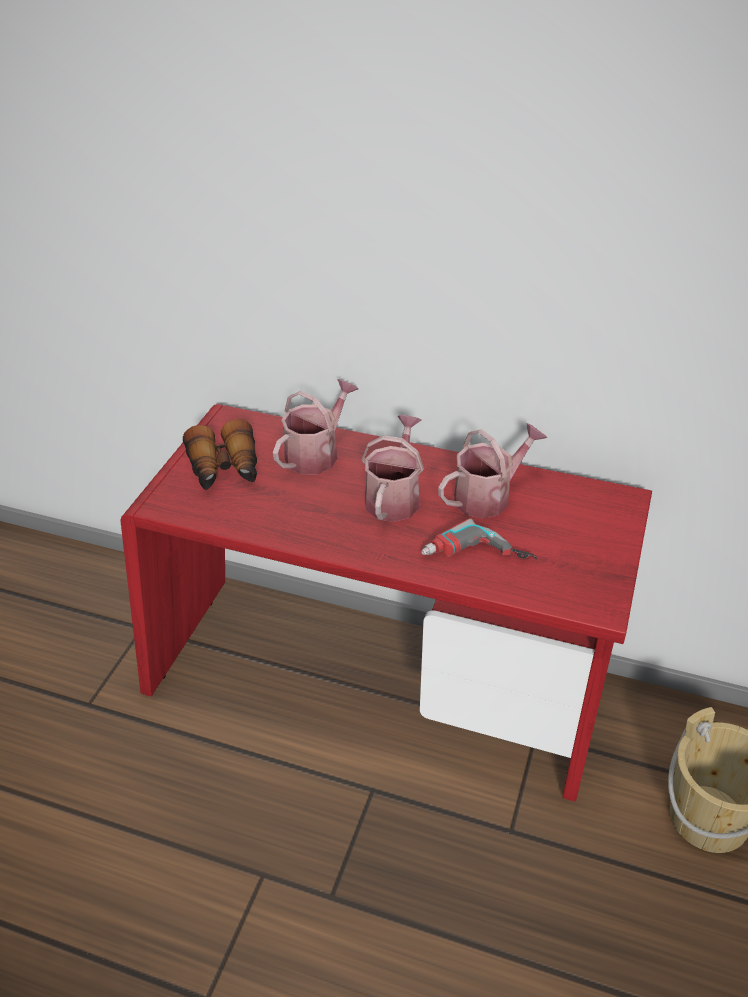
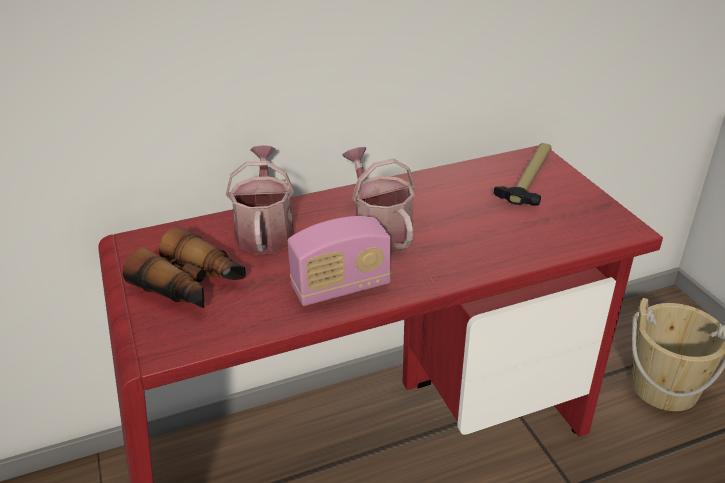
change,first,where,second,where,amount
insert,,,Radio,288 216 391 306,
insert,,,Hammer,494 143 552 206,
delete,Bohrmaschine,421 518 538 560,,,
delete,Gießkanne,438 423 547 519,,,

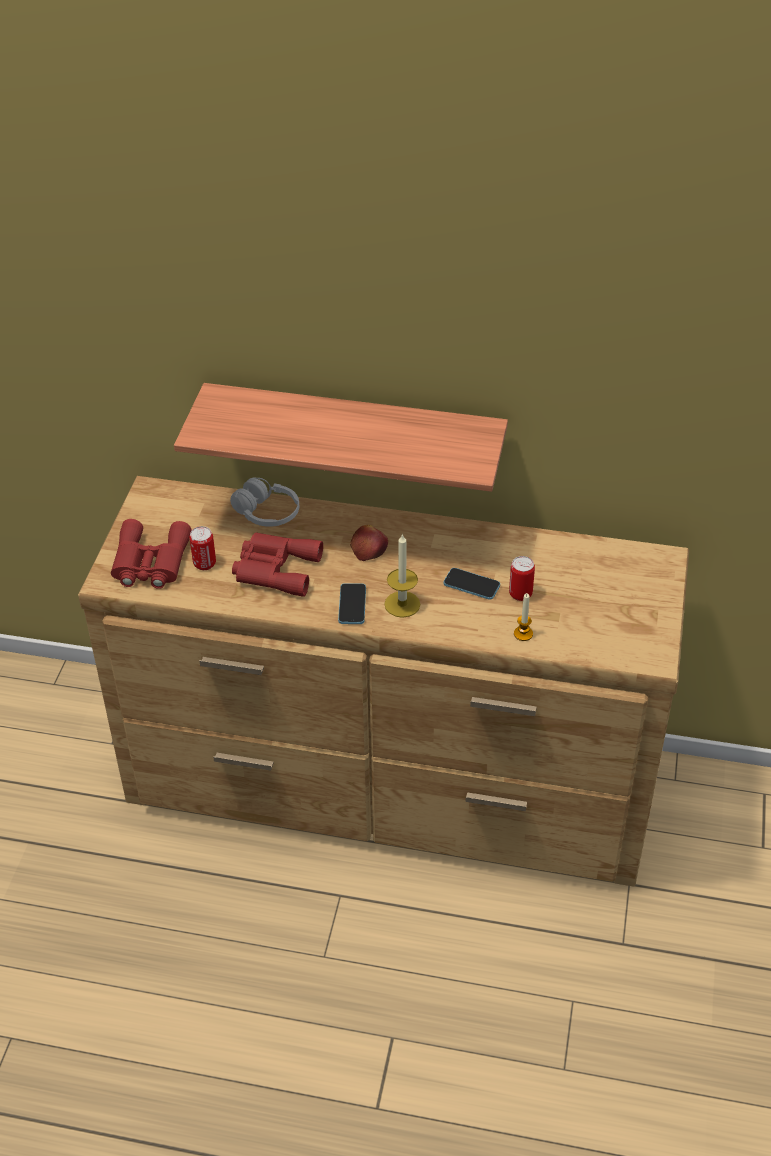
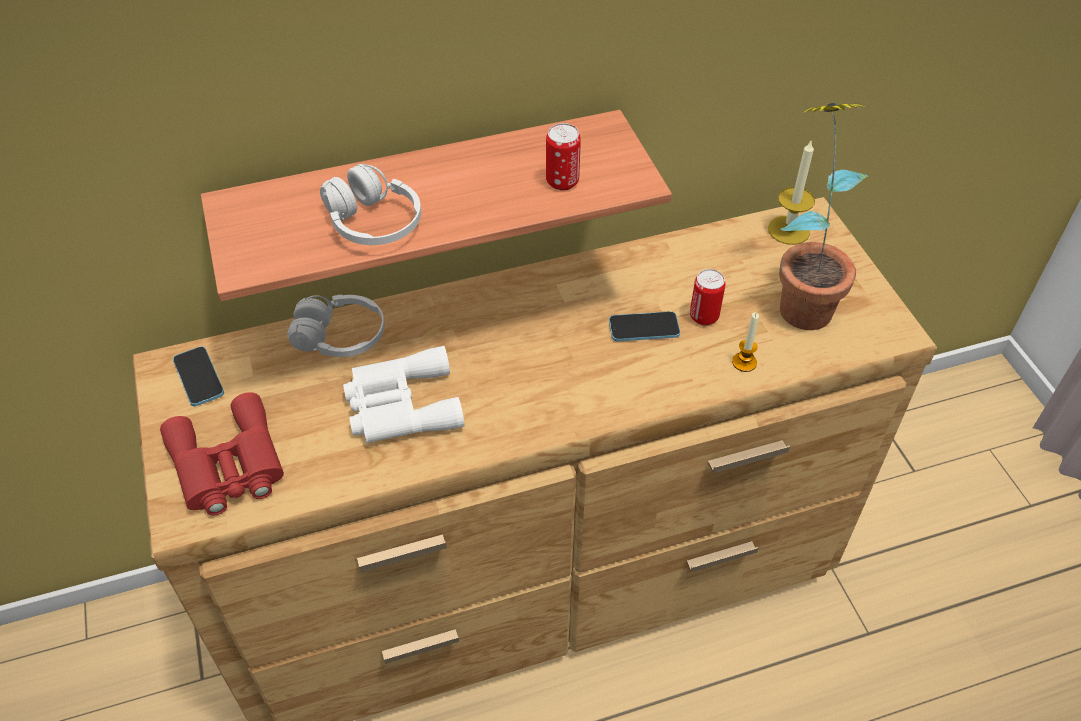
change,first,where,second,where,amount
move,Handy,338 583 366 624,,173 346 224 406,
insert,,,Kopfhörer (weiß),320 164 421 245,
recolor,Fernglas (rot),232 532 323 597,Fernglas (weiß),343 346 464 443,
move,Dose,190 526 216 570,,546 123 581 191,
move,Kerze,384 533 420 618,,768 139 815 245,
insert,,,Topfpflanze,779 103 868 330,
delete,Apfel,350 525 388 561,,,

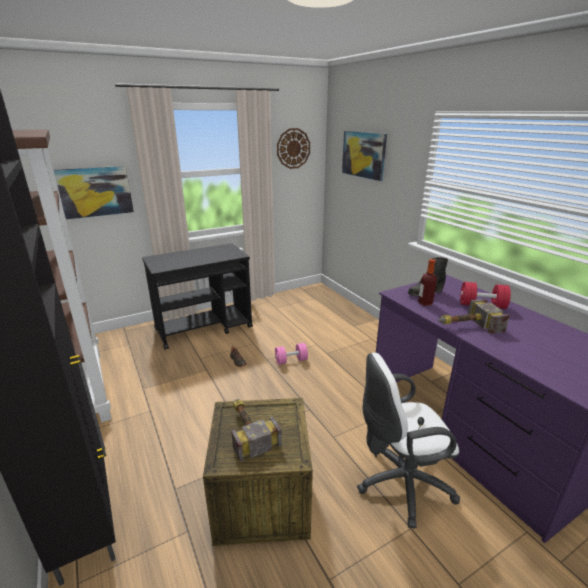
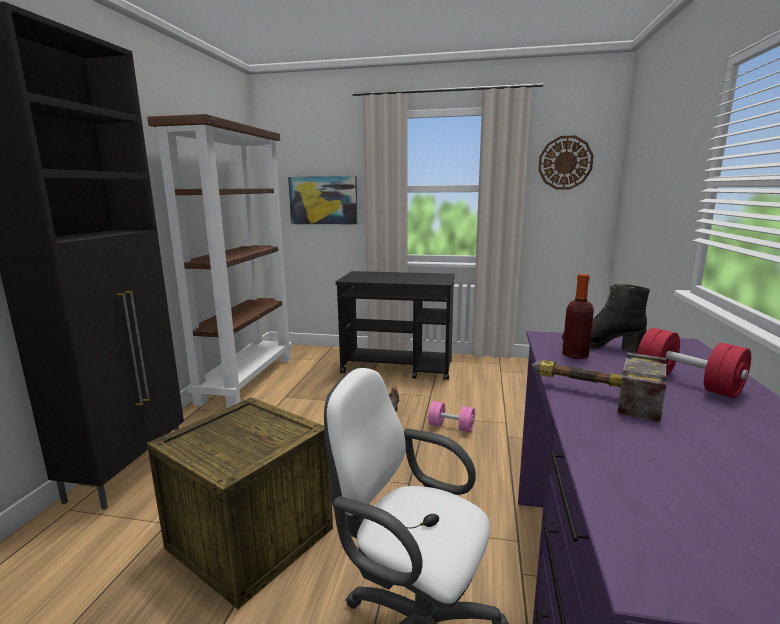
change,first,where,second,where,amount
delete,Hammer,231 399 282 462,,,
delete,Bild,342 131 387 181,,,

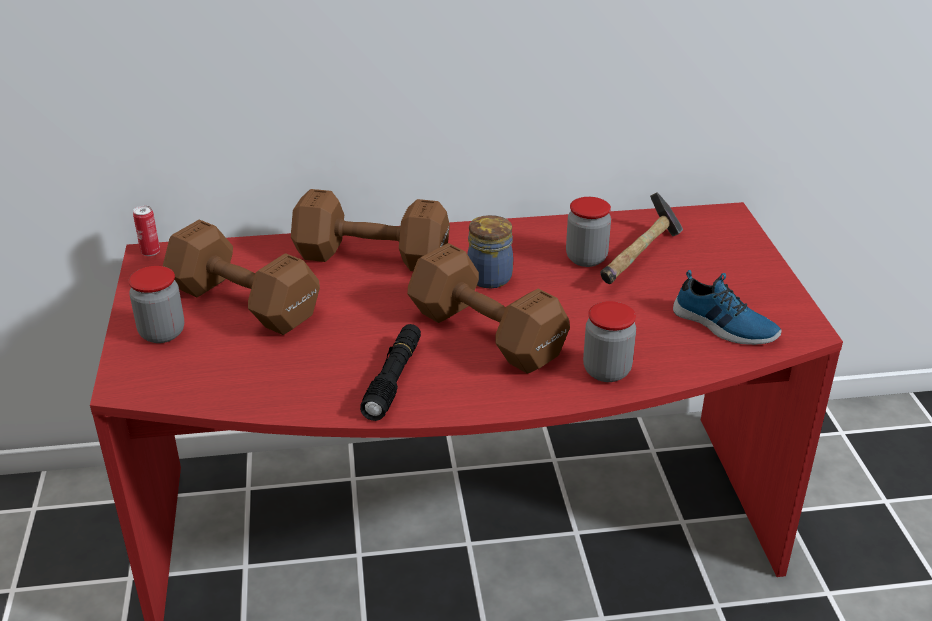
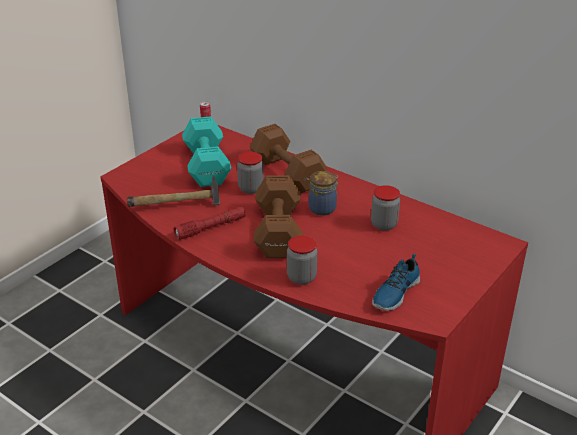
change,first,where,second,where,amount
move,Hammer,600 192 683 284,,127 175 220 207,
recolor,Taschenlampe (schwarz),360 324 421 421,Taschenlampe (rot),173 207 246 240,
recolor,Hantel (braun),163 220 320 335,Hantel (türkis),182 116 231 187,
move,Vorratsglas,129 266 184 343,,237 152 264 194,
rotate,Schuh,673 270 782 345,,372 254 420 311,45 degrees clockwise

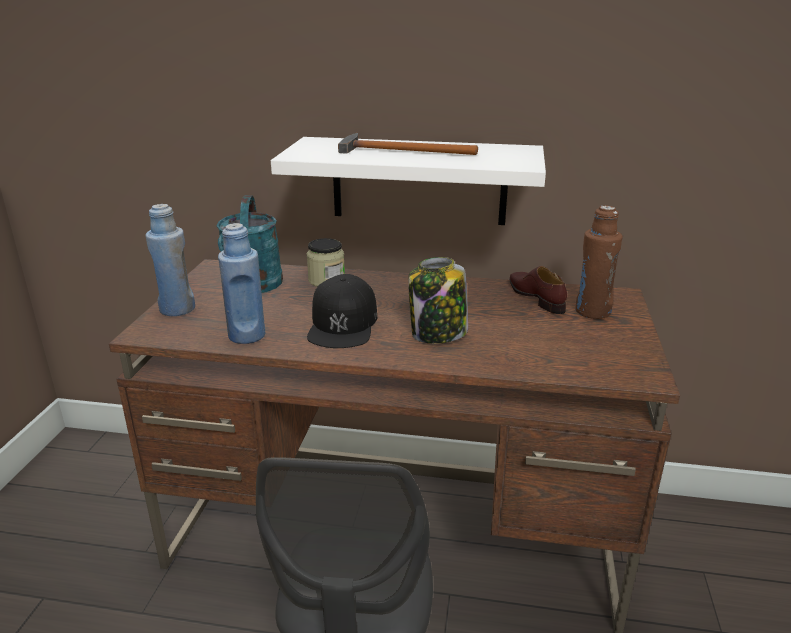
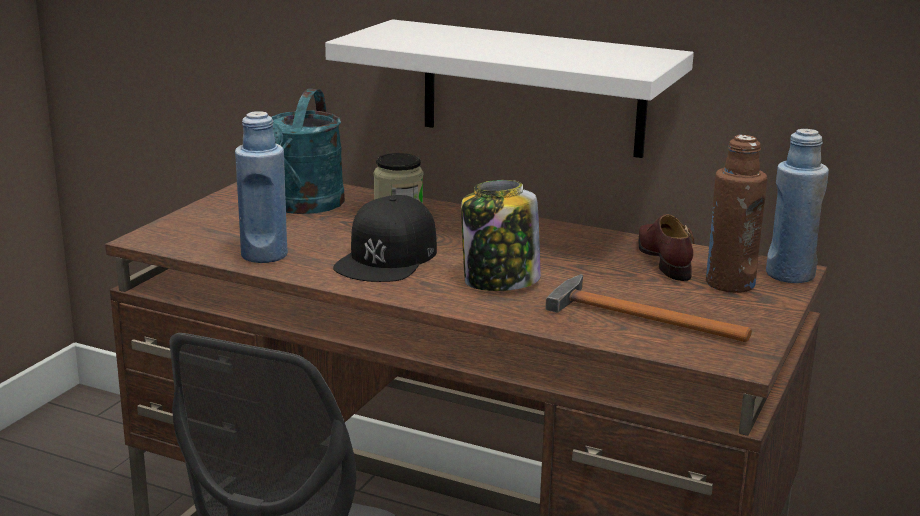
change,first,where,second,where,amount
move,Hammer,338 133 478 155,,545 274 752 342,
move,Flasche (blau),145 204 195 316,,766 129 829 283,

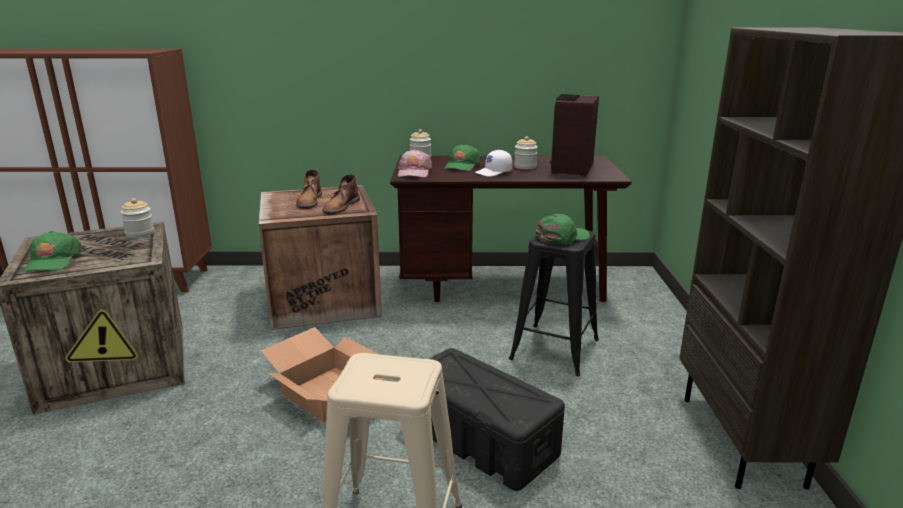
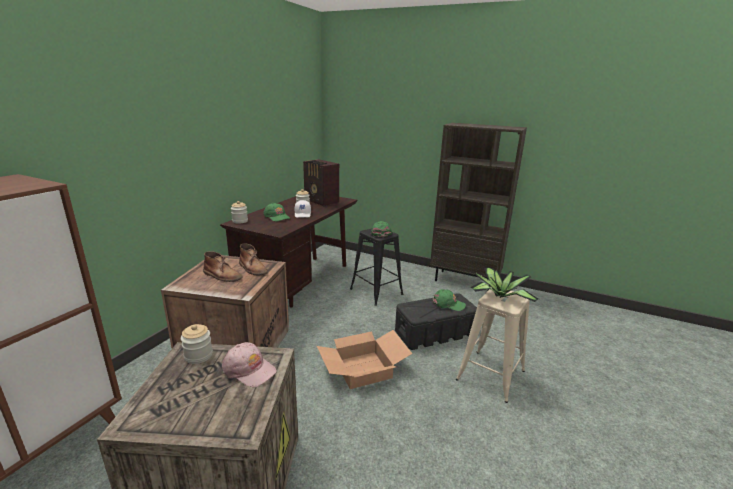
change,first,where,second,where,amount
move,Kappe (rosa),398 149 432 177,,222 342 277 387,
move,Kappe (grün),24 231 81 272,,432 289 466 311,
insert,,,Topfpflanze,470 268 538 302,

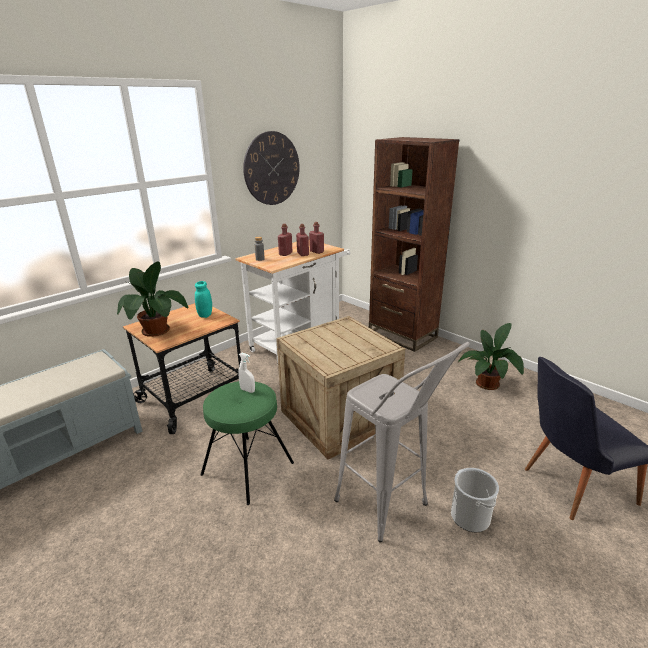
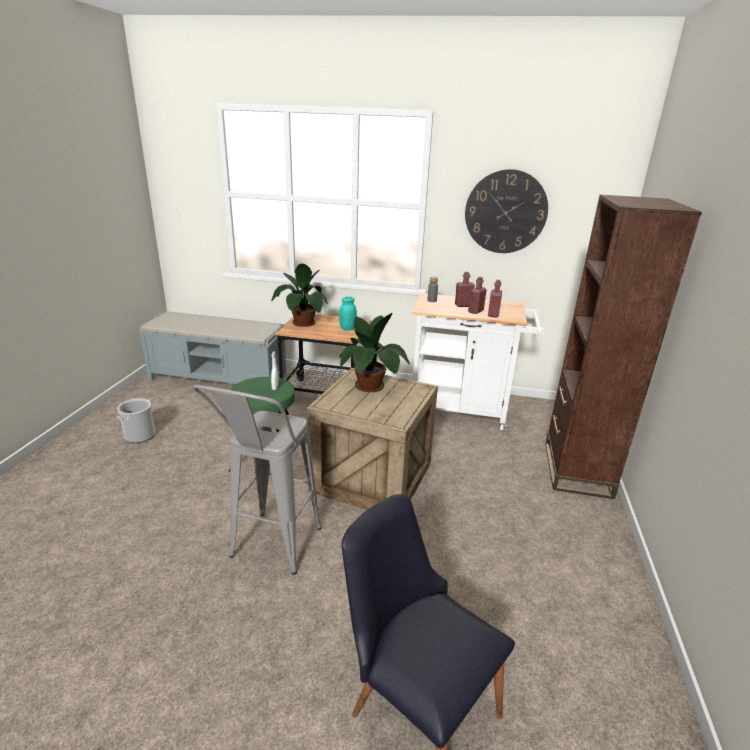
change,first,where,second,where,amount
move,Eimer,451 468 499 532,,117 399 155 443,
move,Topfpflanze,458 323 524 390,,339 313 410 392,

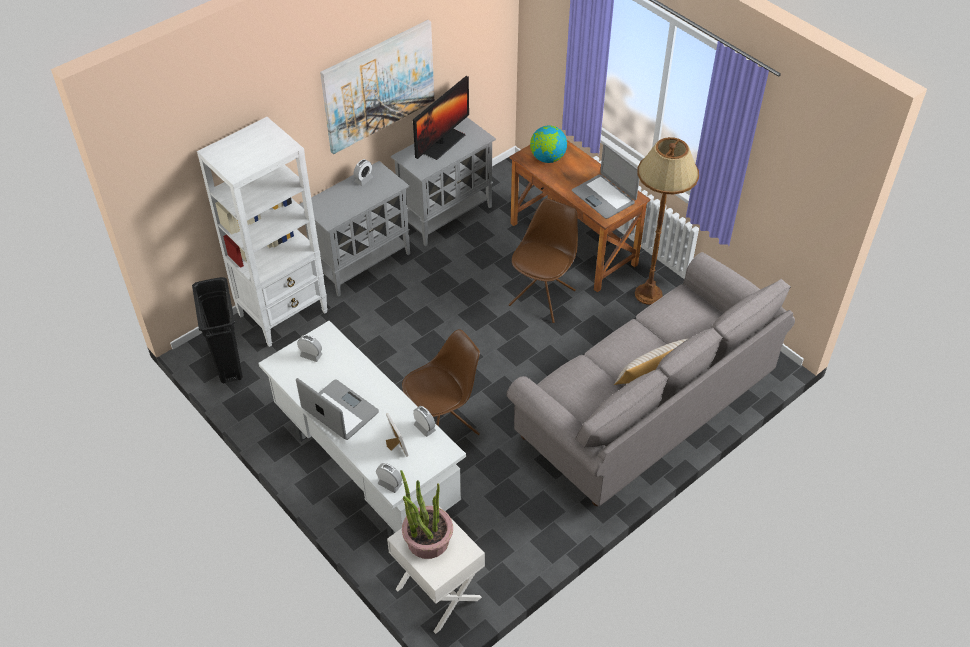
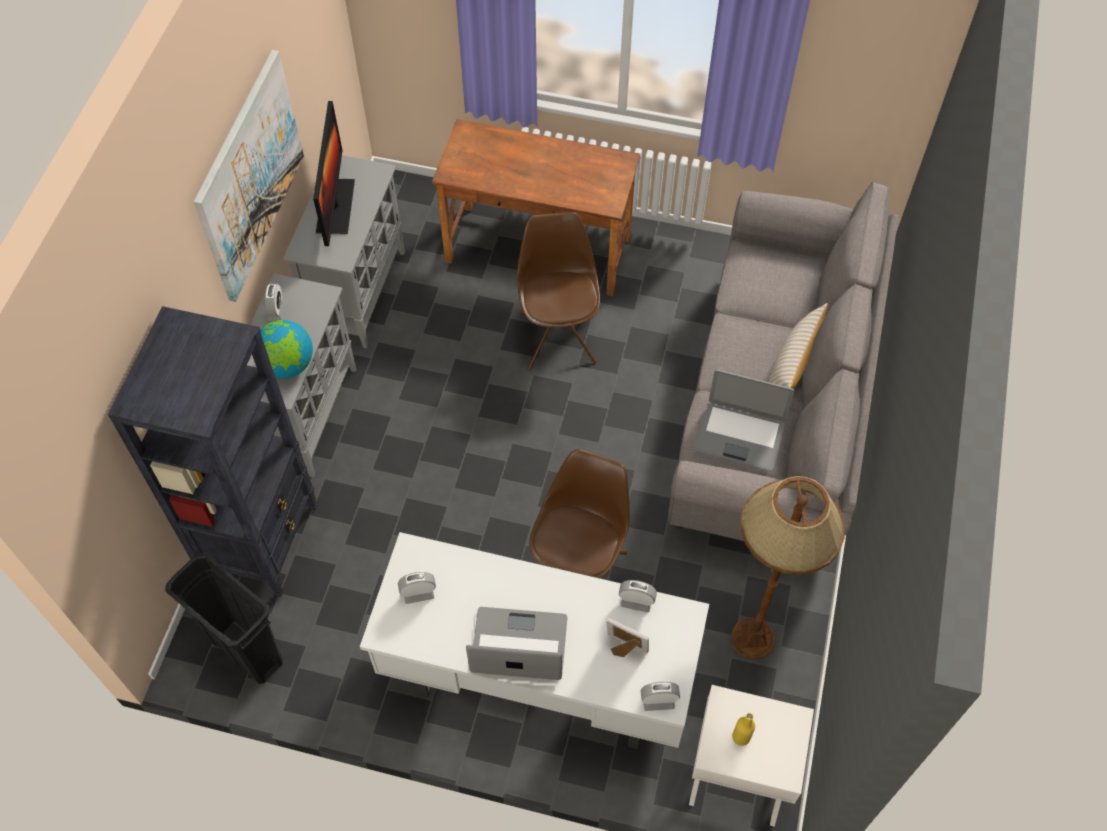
change,first,where,second,where,amount
recolor,Bücherregal (weiß),197 117 328 347,Bücherregal (schwarz),108 306 317 597,
move,Globus,530 126 567 163,,261 320 313 379,
move,Laptop,572 144 639 219,,695 369 794 471,
move,Stehlampe (braun),635 137 699 305,,731 476 845 659,
replace,Topfpflanze,400 470 453 559,Flasche (gelb),732 713 755 746,

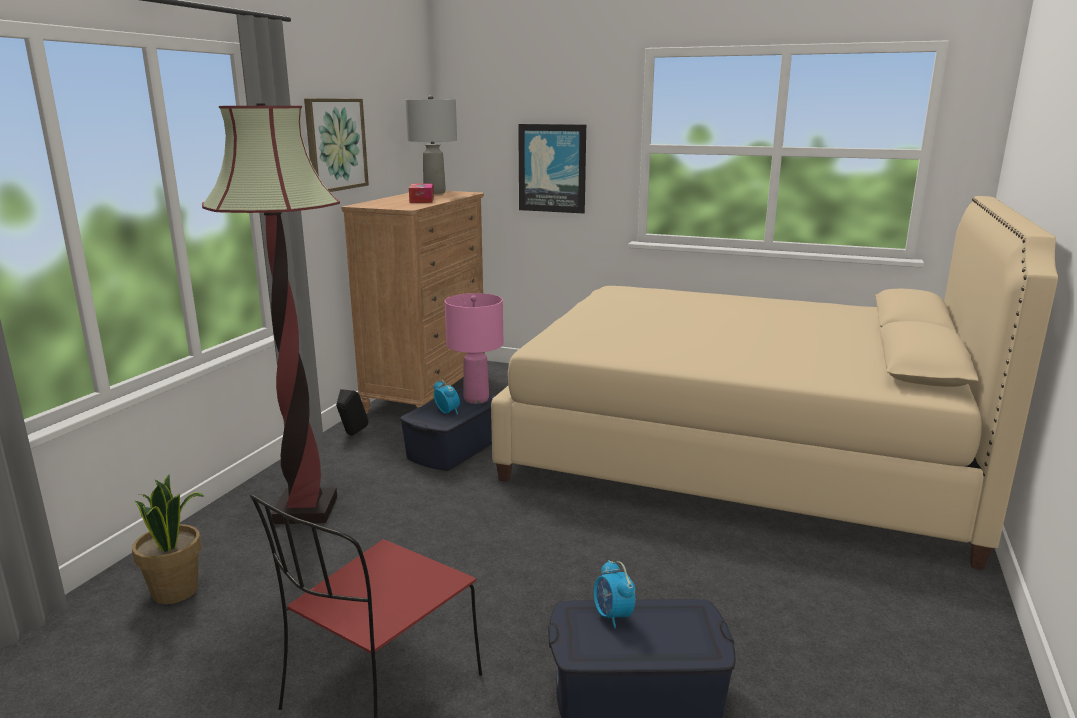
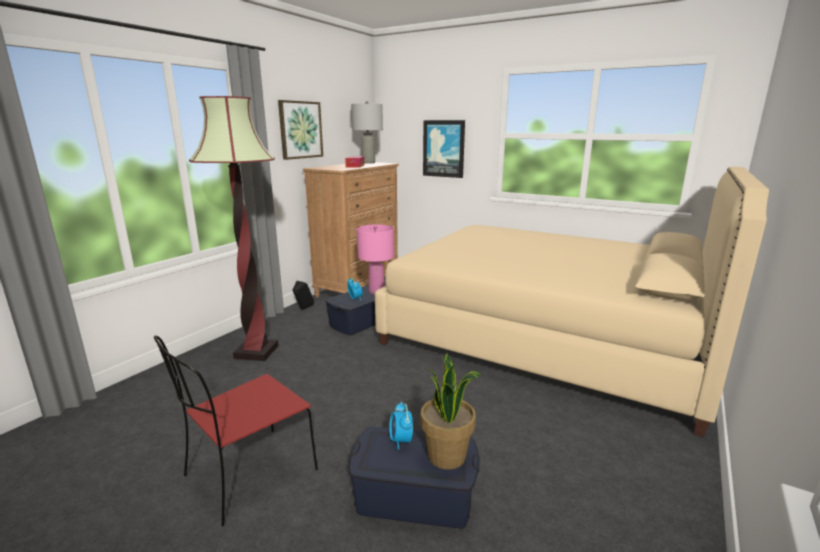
change,first,where,second,where,amount
move,Topfpflanze,132 475 205 604,,421 353 482 470,

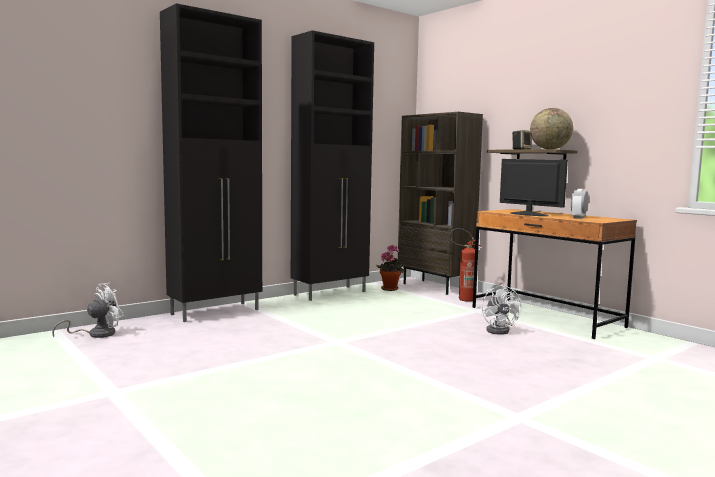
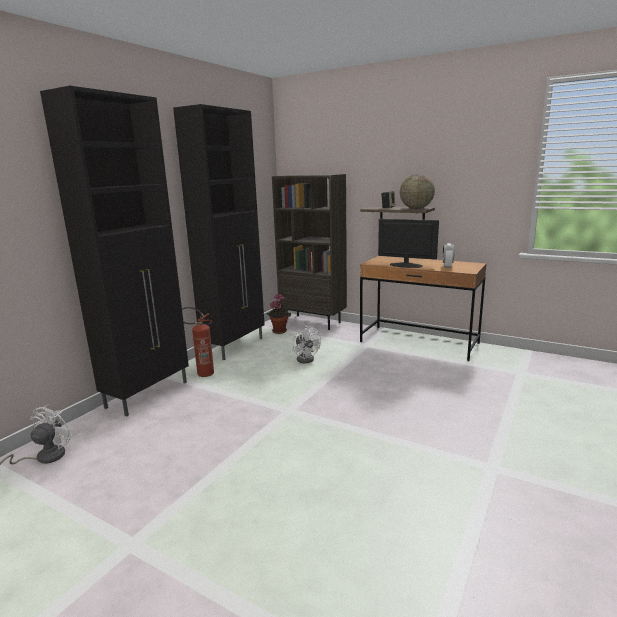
change,first,where,second,where,amount
move,Feuerlöscher,449 228 481 302,,182 307 214 377,
move,Ventilator (weiß),481 284 522 335,,293 325 321 363,

